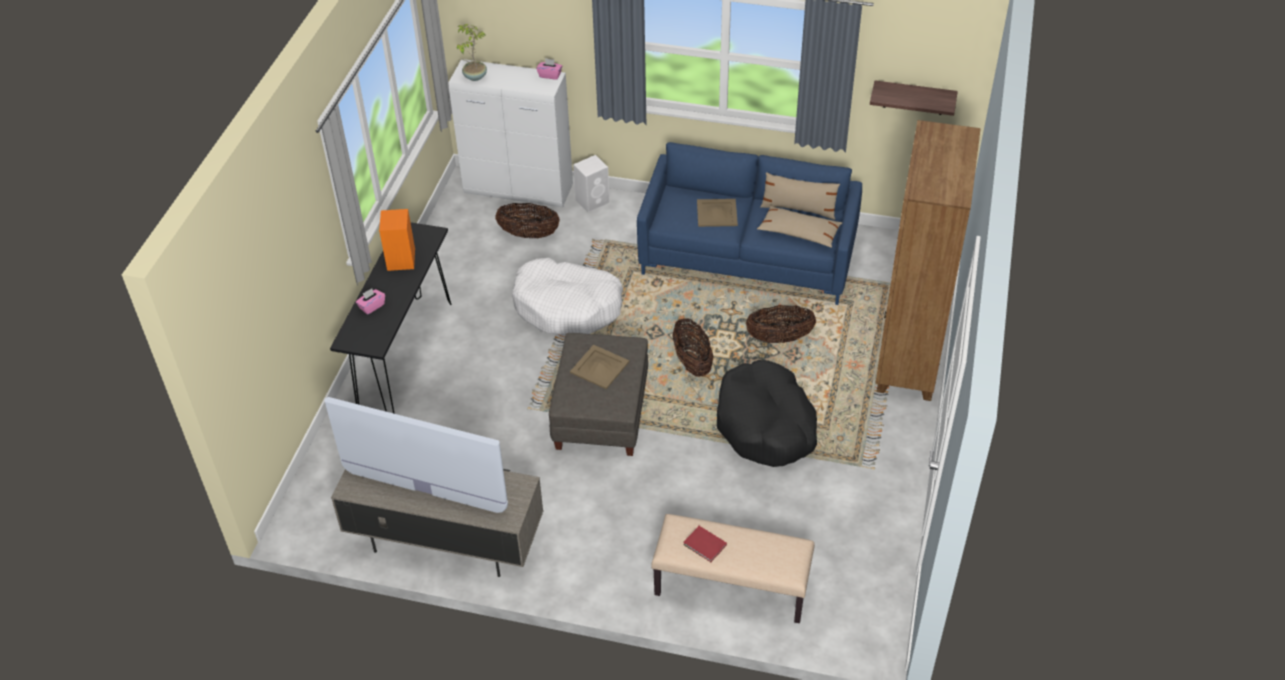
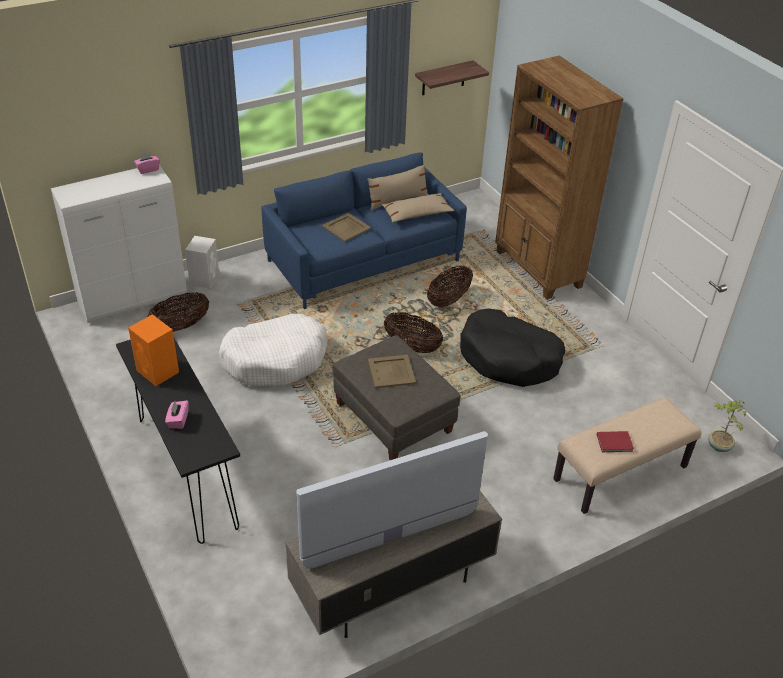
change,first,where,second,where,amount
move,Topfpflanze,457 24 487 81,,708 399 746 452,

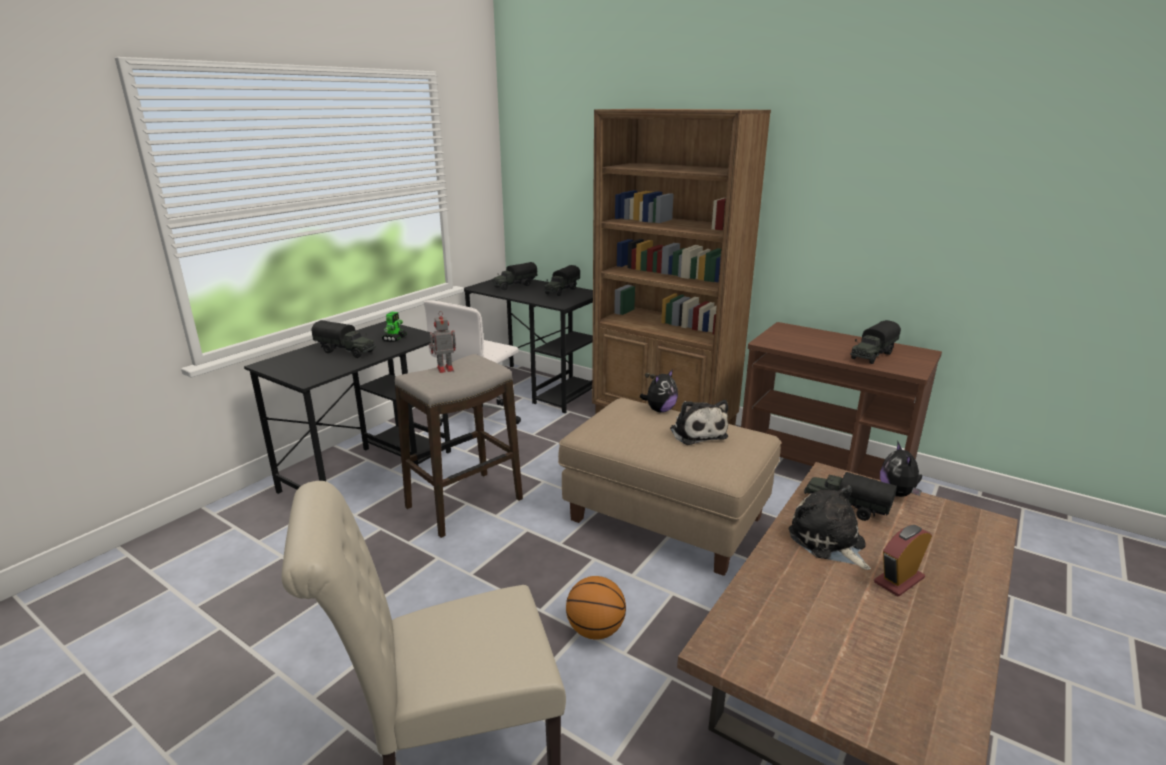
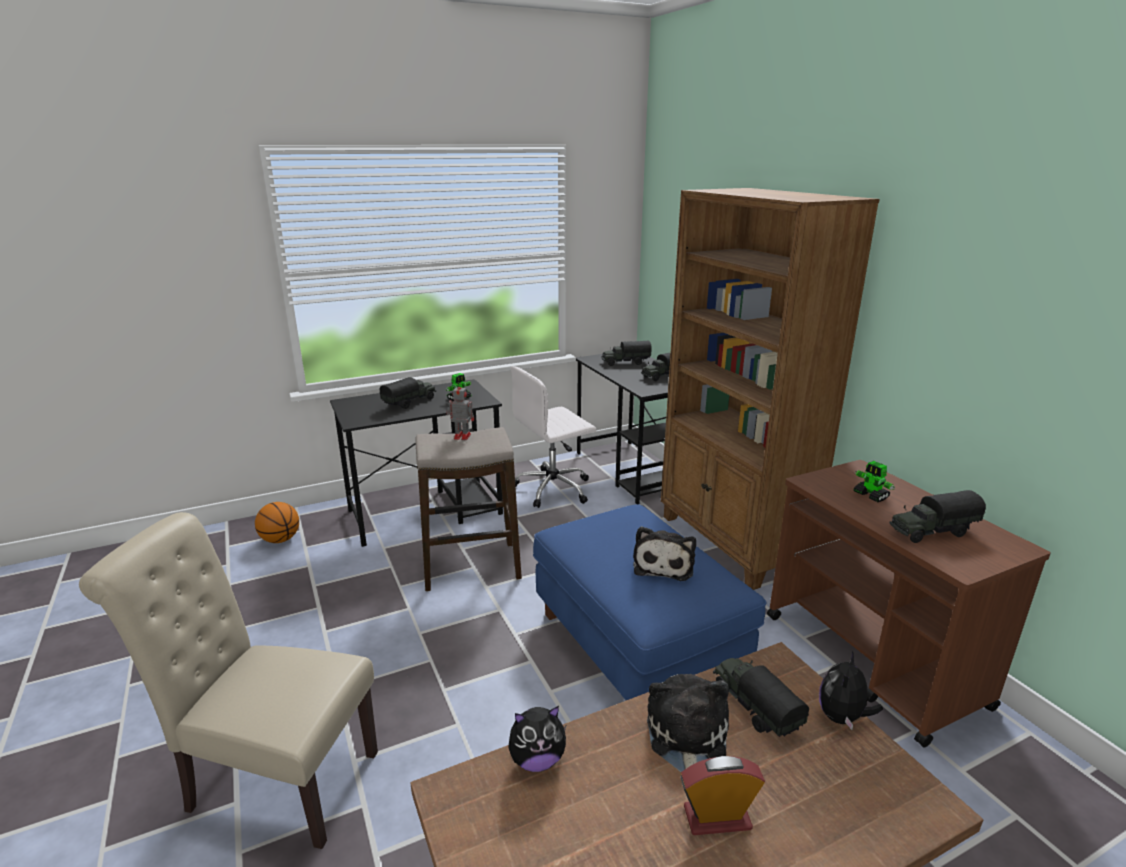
change,first,where,second,where,amount
move,Basketball,566 576 626 639,,255 502 299 543,
rotate,Spielzeuglaster,311 320 376 358,,380 377 436 409,105 degrees counterclockwise
move,Plüschtier,640 369 678 413,,508 706 566 772,
recolor,Polsterhocker (beige),558 398 781 576,Polsterhocker (blau),533 504 767 700,
insert,,,Spielzeugroboter,853 461 895 502,

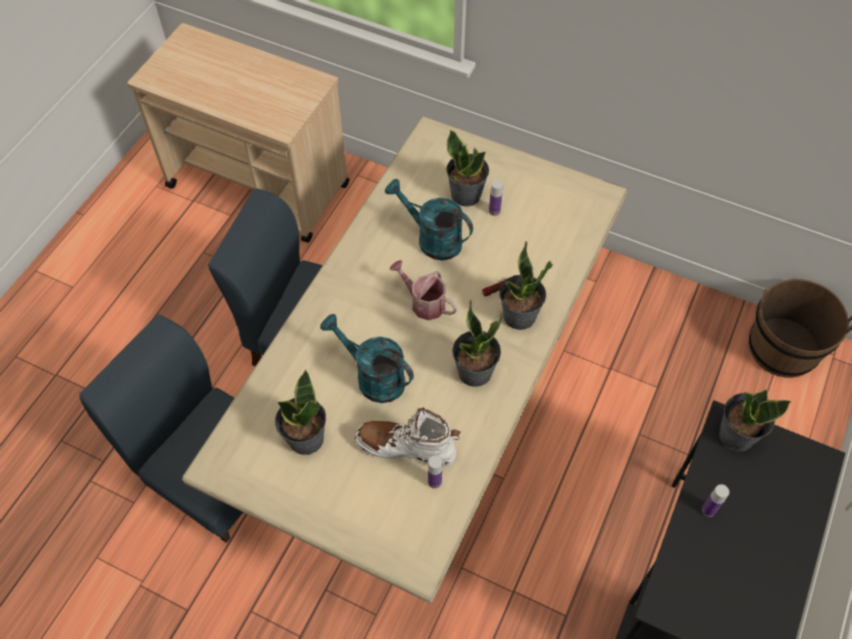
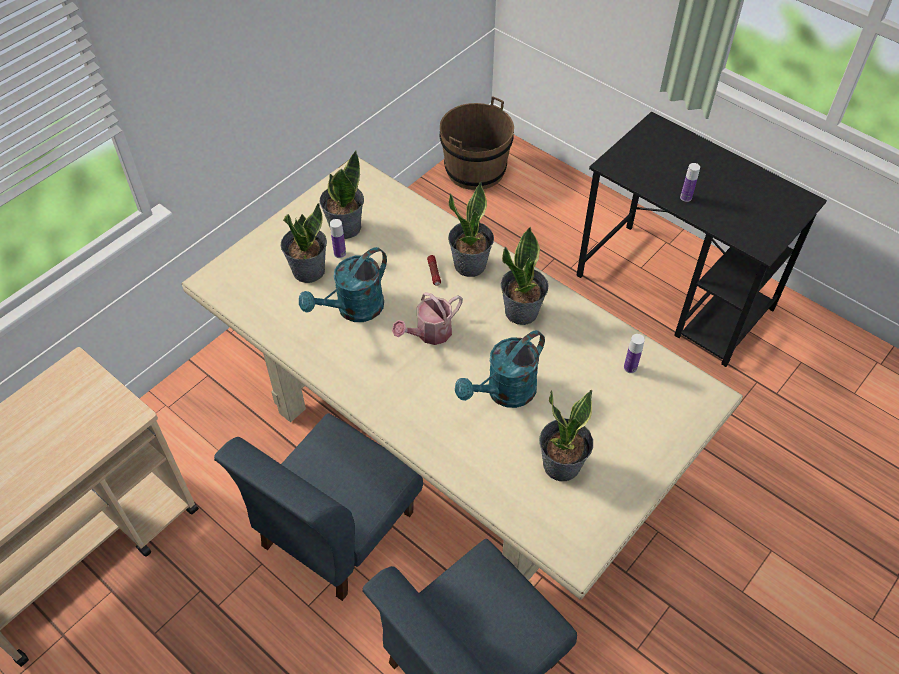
change,first,where,second,where,amount
move,Topfpflanze,719 389 791 451,,320 151 364 239,
delete,Stiefel (weiß),354 407 461 468,,,

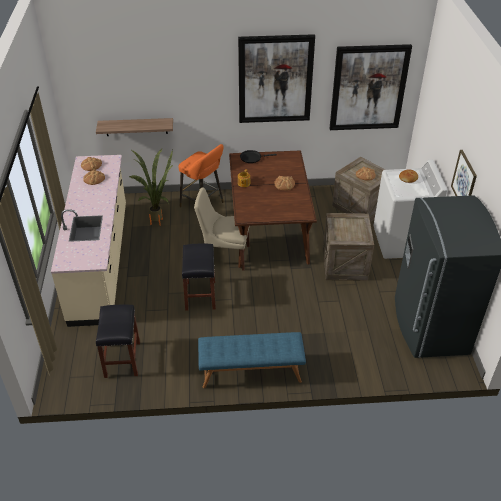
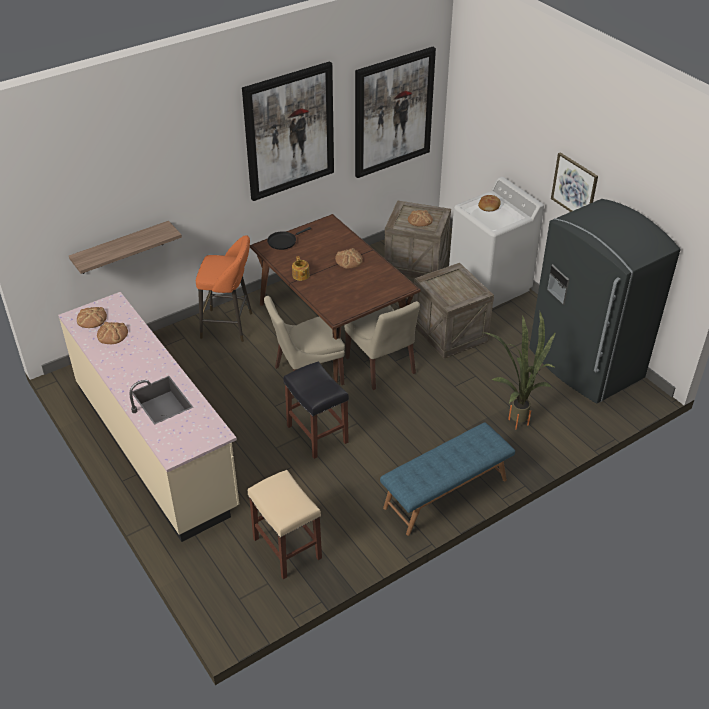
change,first,where,second,where,amount
recolor,Hocker (schwarz),96 304 140 378,Hocker (beige),248 470 322 579,
insert,,,Stuhl (beige),344 301 420 390,
move,Topfpflanze,129 148 173 226,,483 310 556 429,

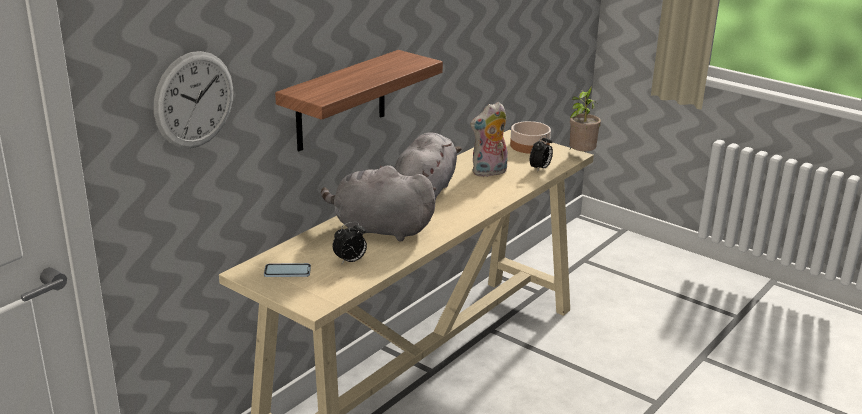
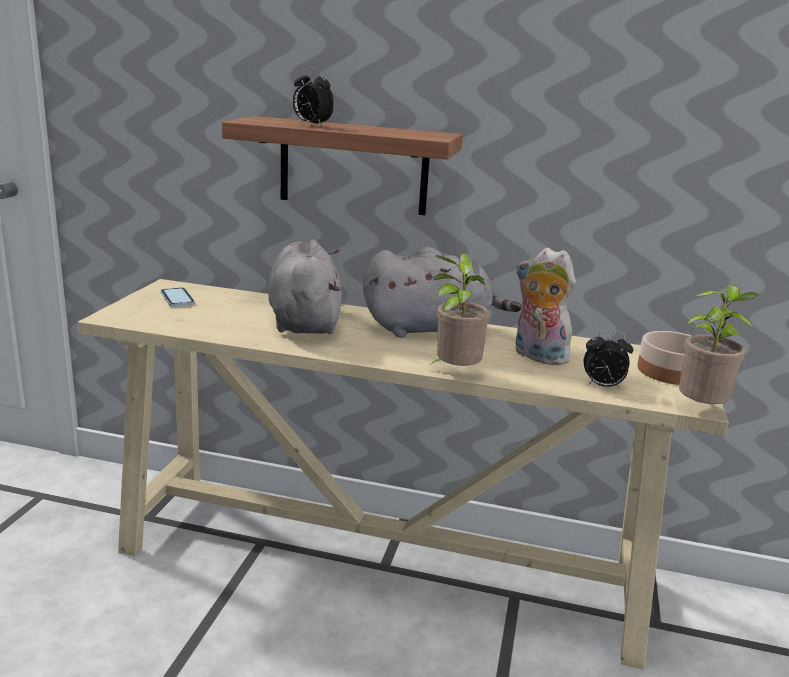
change,first,where,second,where,amount
move,Wecker,333 221 367 265,,293 68 334 126,
insert,,,Topfpflanze,431 253 490 366,
delete,Wanduhr,154 51 233 148,,,

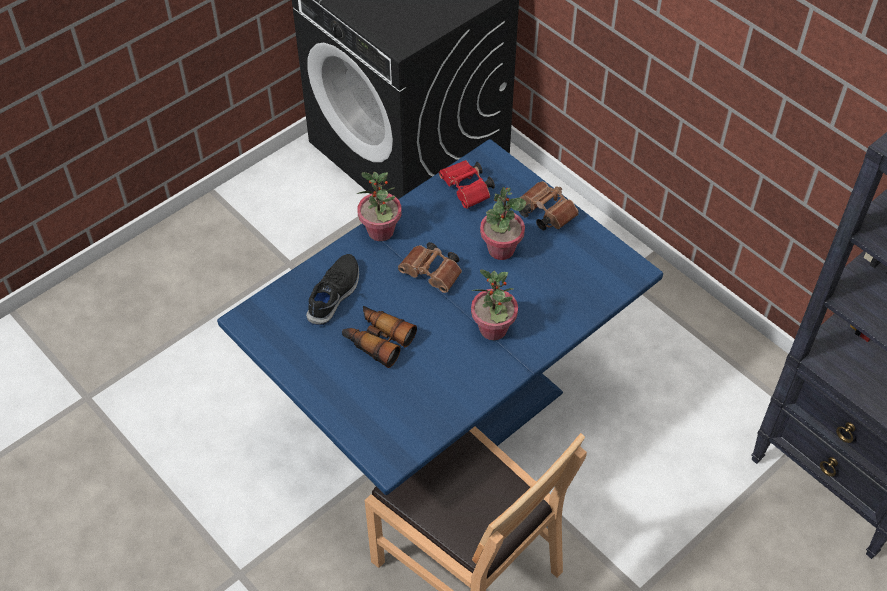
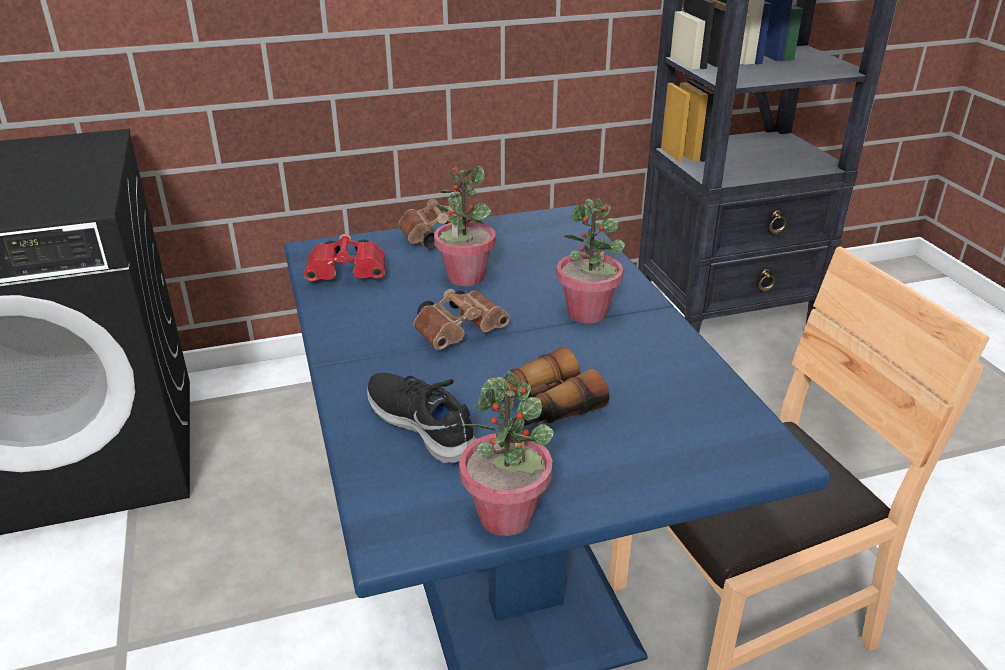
change,first,where,second,where,amount
move,Topfpflanze,356 172 402 241,,459 370 554 536,

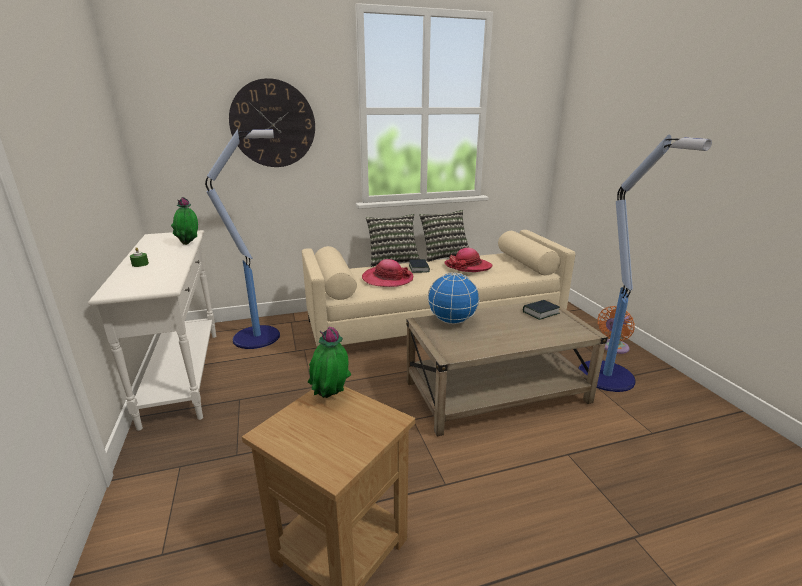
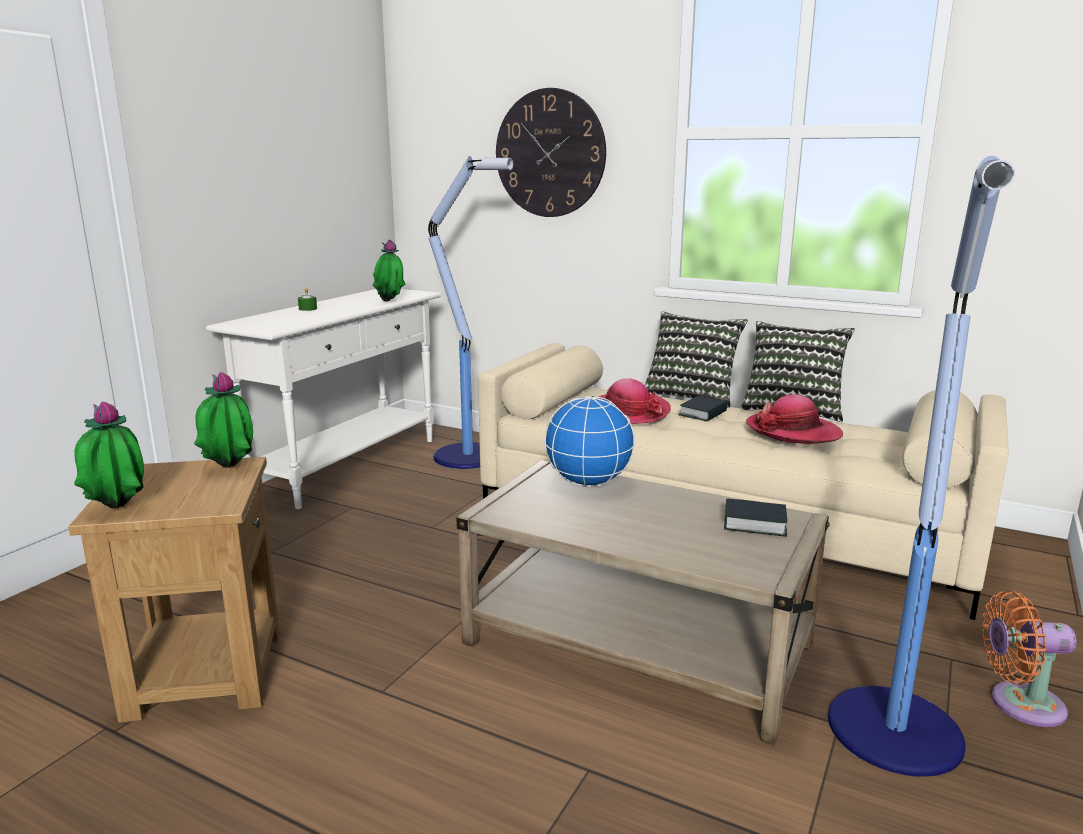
change,first,where,second,where,amount
insert,,,Topfpflanze,74 401 144 508,

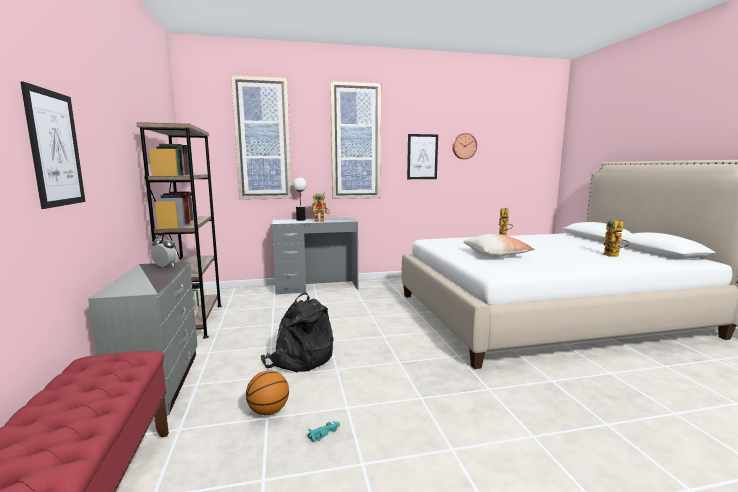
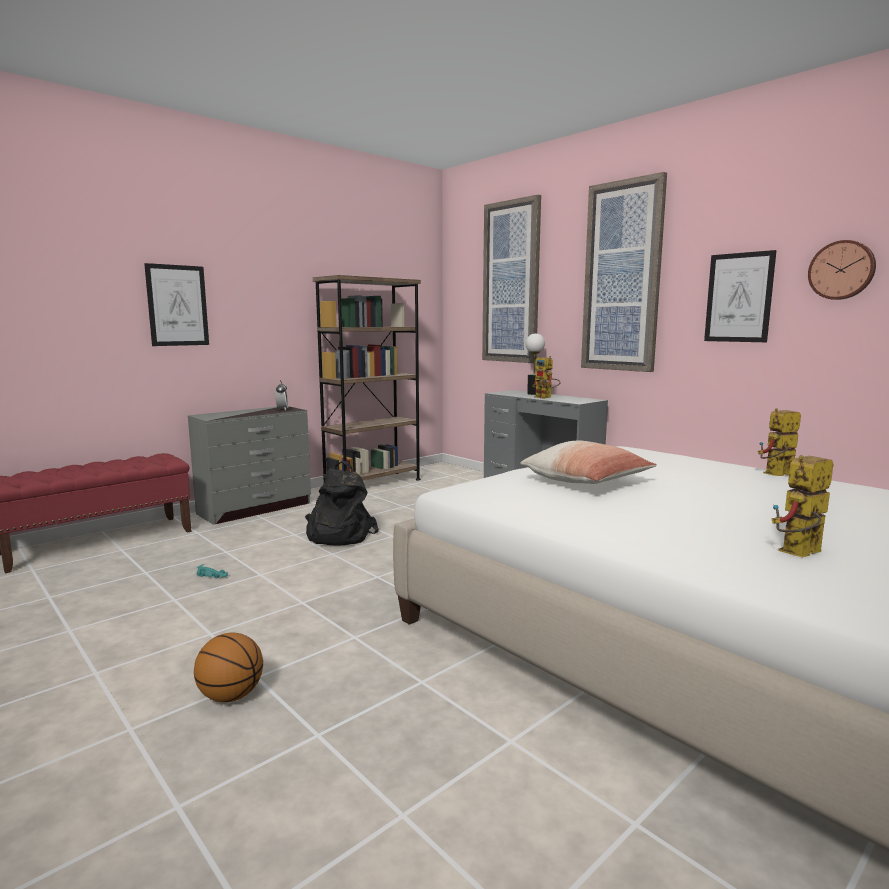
change,first,where,second,where,amount
move,Basketball,246 370 289 415,,194 633 263 702,

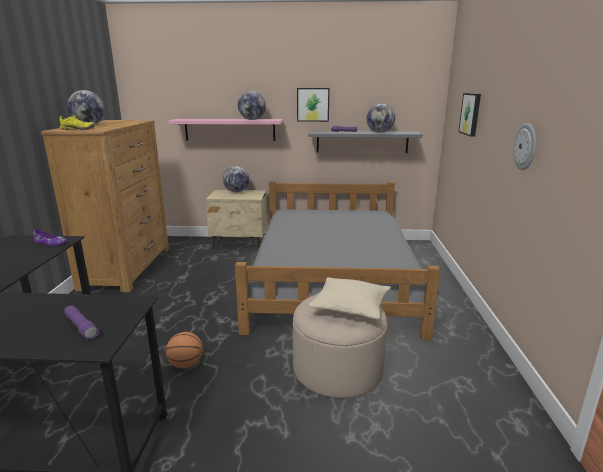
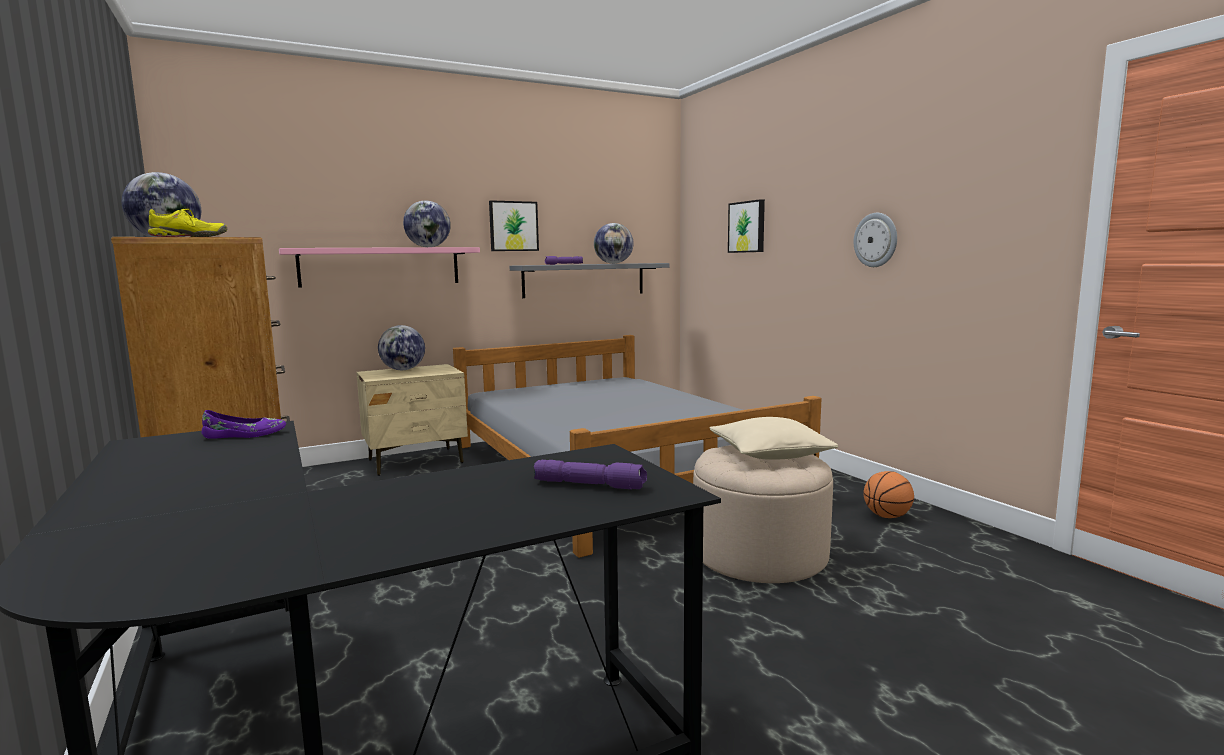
change,first,where,second,where,amount
move,Basketball,166 332 203 369,,863 471 914 518,

